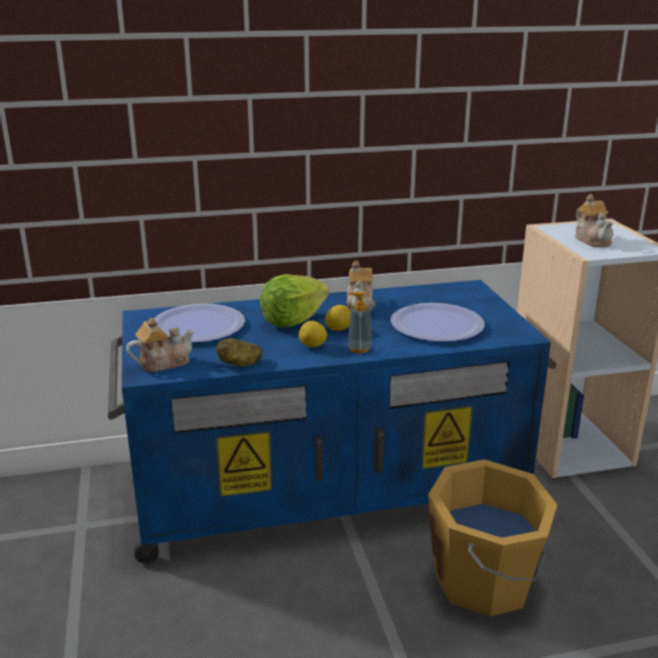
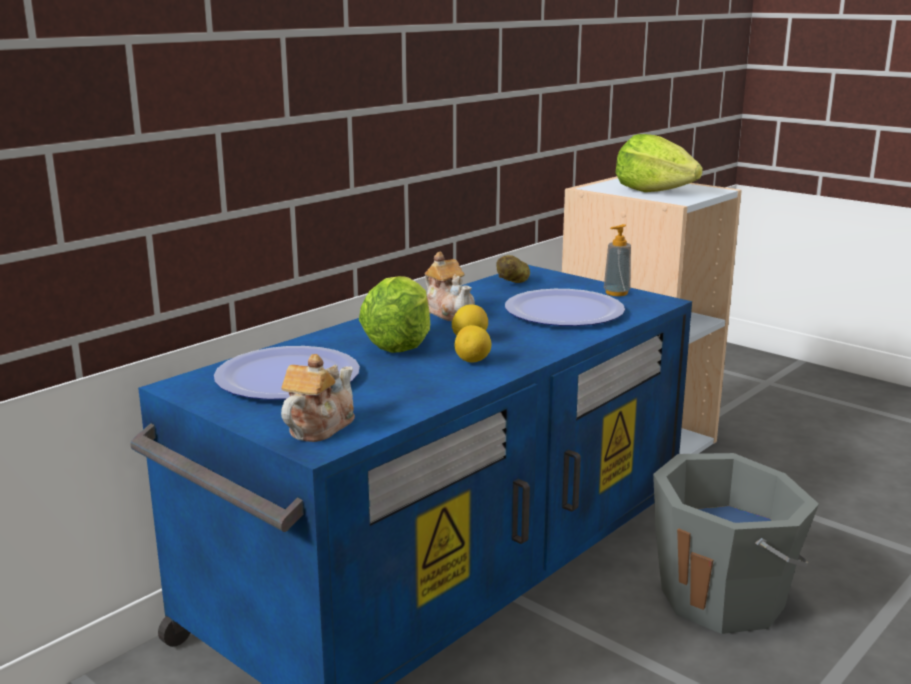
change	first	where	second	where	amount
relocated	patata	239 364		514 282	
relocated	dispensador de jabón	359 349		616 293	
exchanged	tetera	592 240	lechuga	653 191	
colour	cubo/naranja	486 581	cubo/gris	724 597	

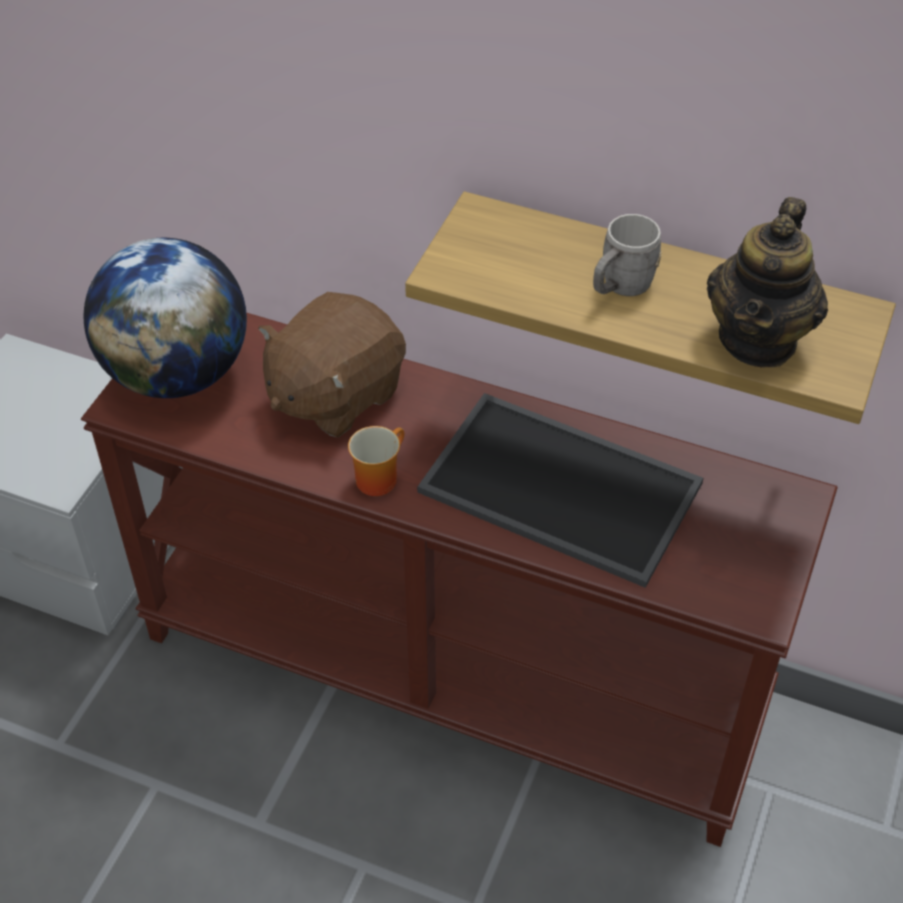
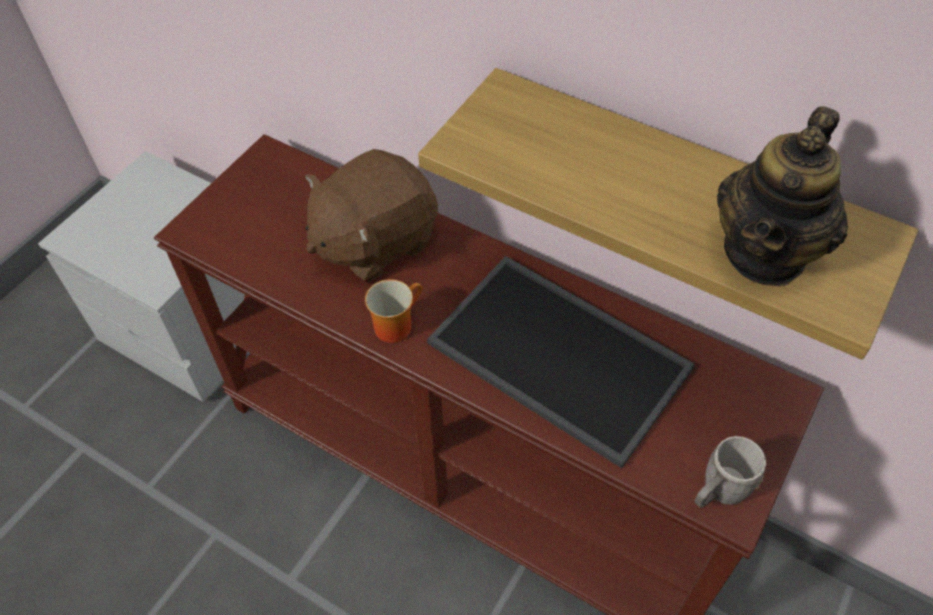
change	first	where	second	where	amount
missing	globo terráqueo	177 373			
relocated	taza grande/gris	620 287		718 492	

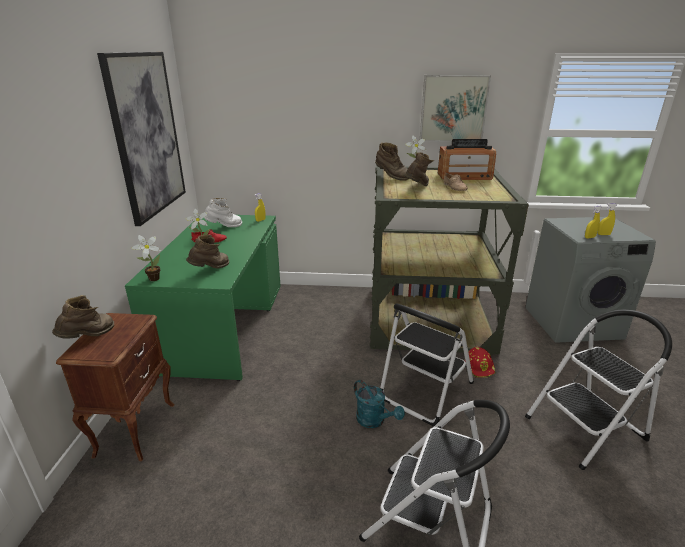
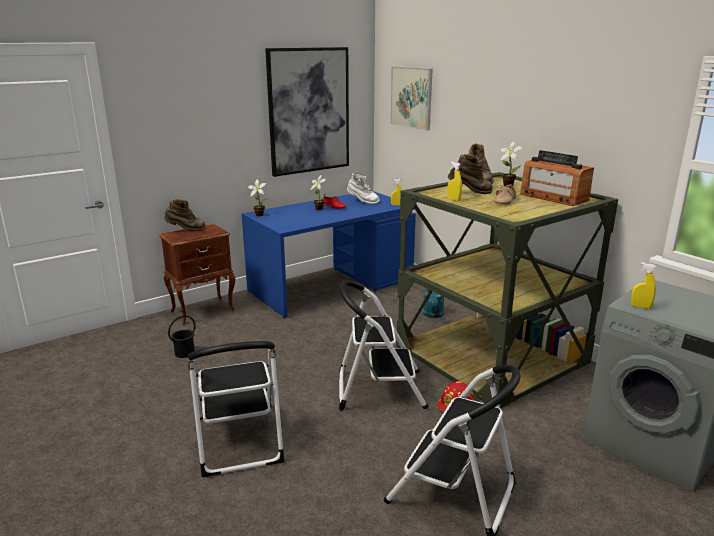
change	first	where	second	where	amount
missing	bota/marrón	211 269			
appeared			cubo/negro	184 353	
relocated	regadera/turquesa	374 421		433 315	
relocated	cuadro	453 109		411 97	
relocated	pulverizador/amarillo	603 234		453 200	
colour	escritorio/verde	223 325	escritorio/azul	331 285	

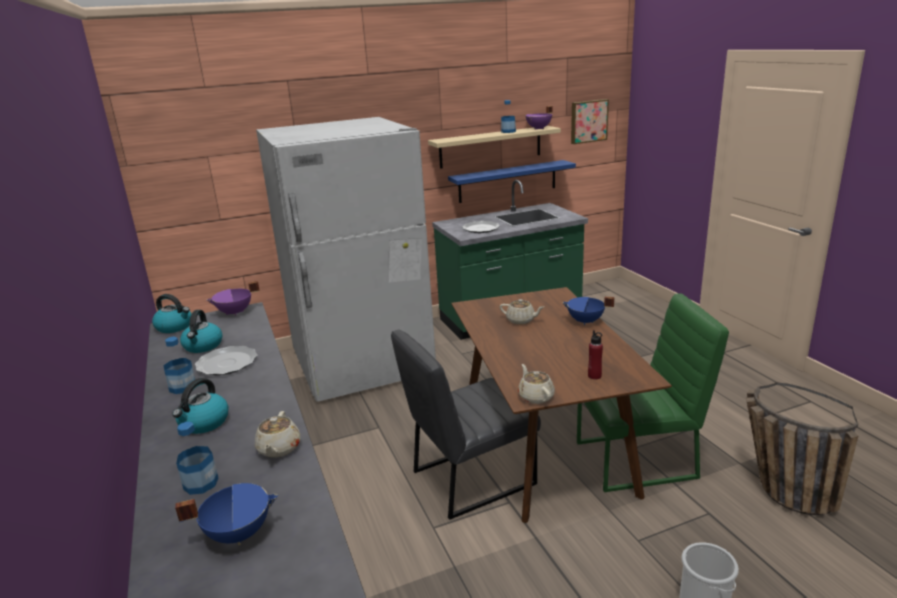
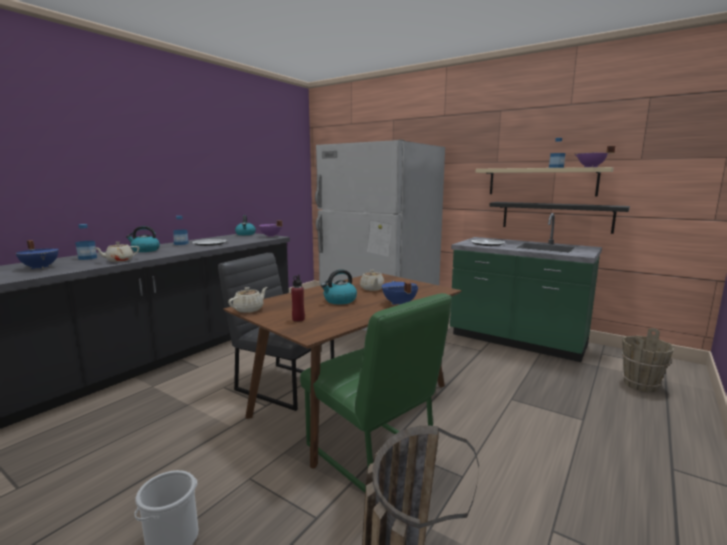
change	first	where	second	where	amount
missing	cuadro	588 121			
appeared			cubo/marrón	641 385	
relocated	hervidor	203 346		339 300	
colour	estante/azul	507 181	estante/negro	556 216	

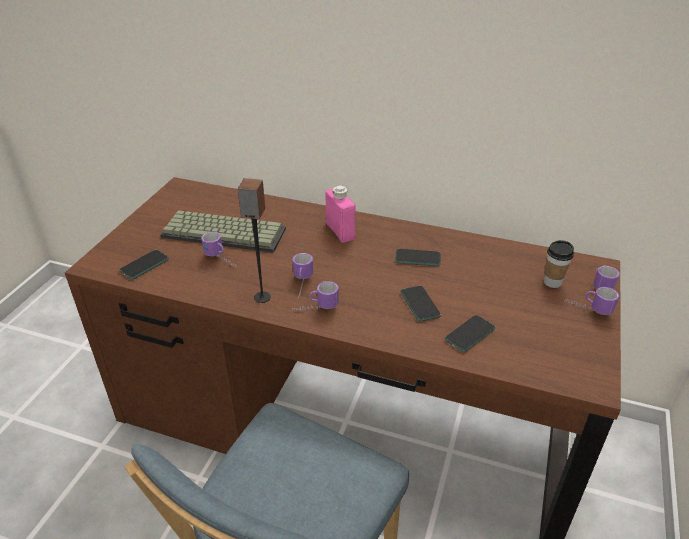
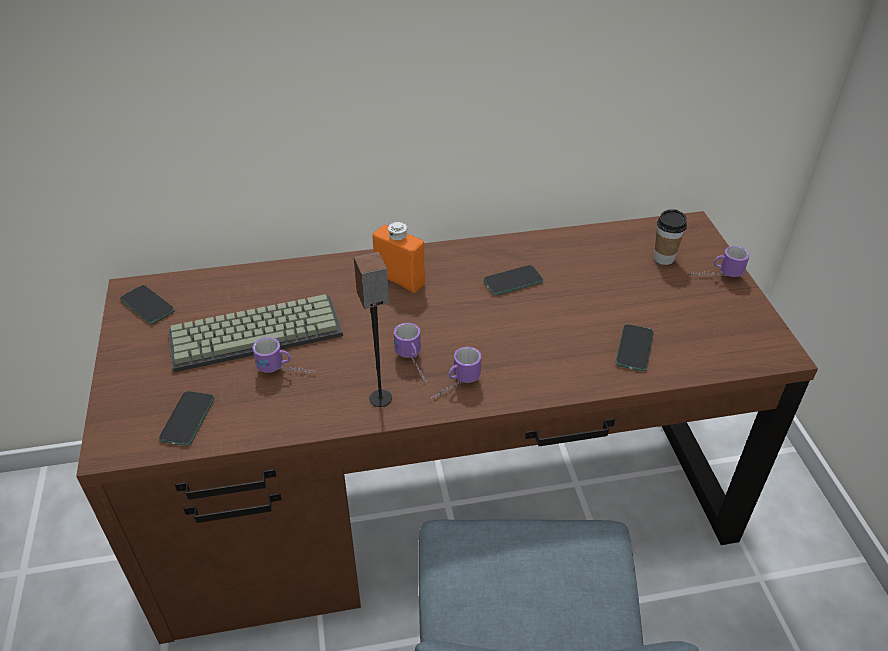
change	first	where	second	where	amount
missing	taza grande	600 283			
relocated	móvil	420 304		147 305	
colour	botella/rosa	340 231	botella/naranja	399 279	

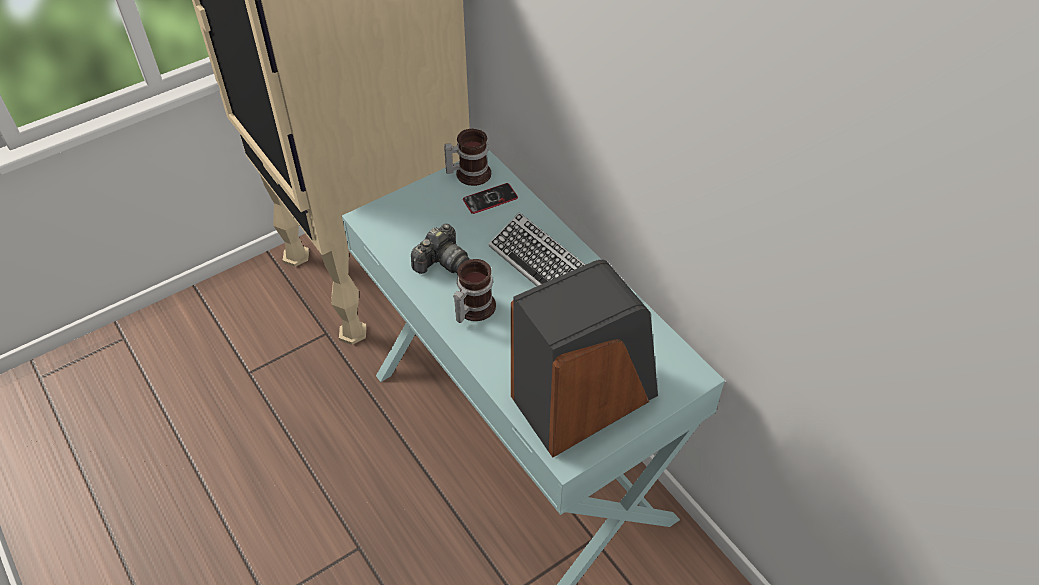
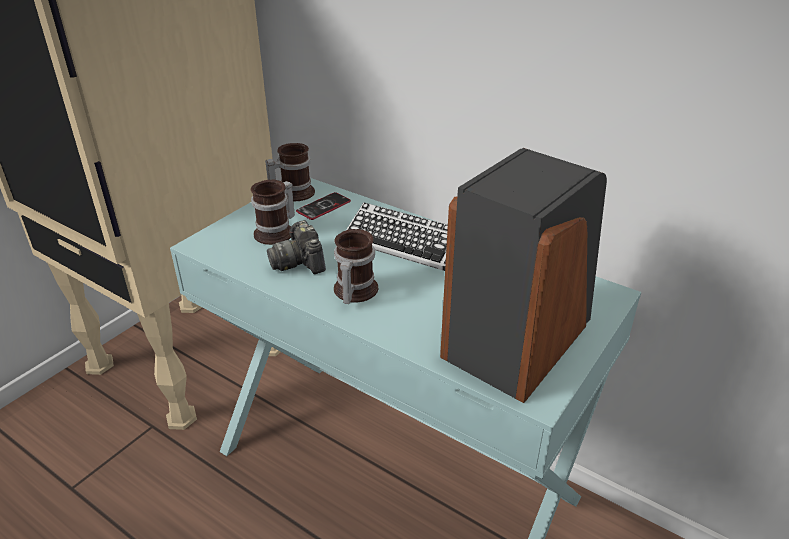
change	first	where	second	where	amount
appeared			taza grande	278 232	
spun	cámara	442 262		299 262	135 degrees clockwise

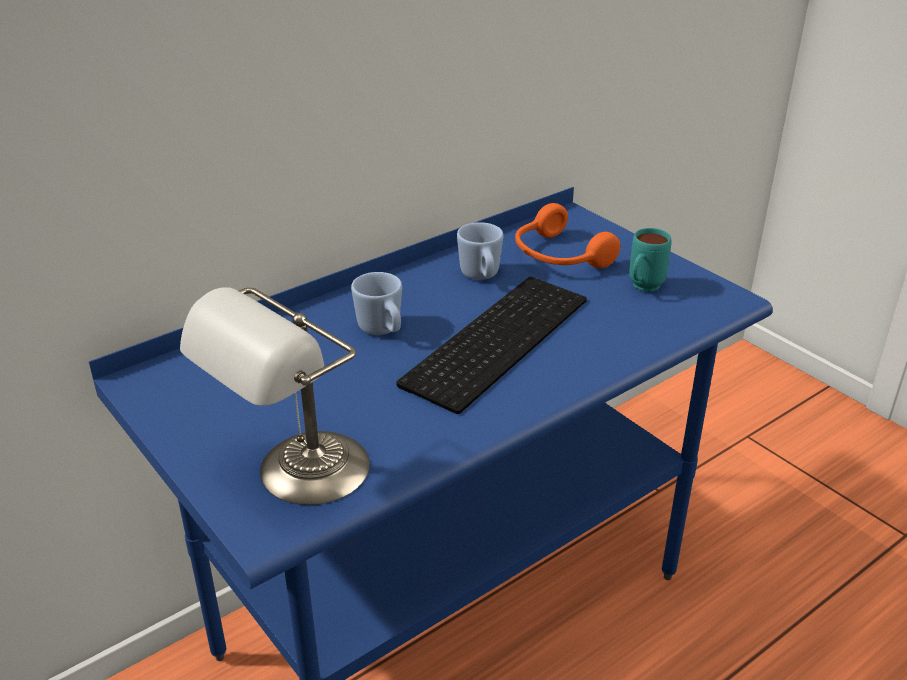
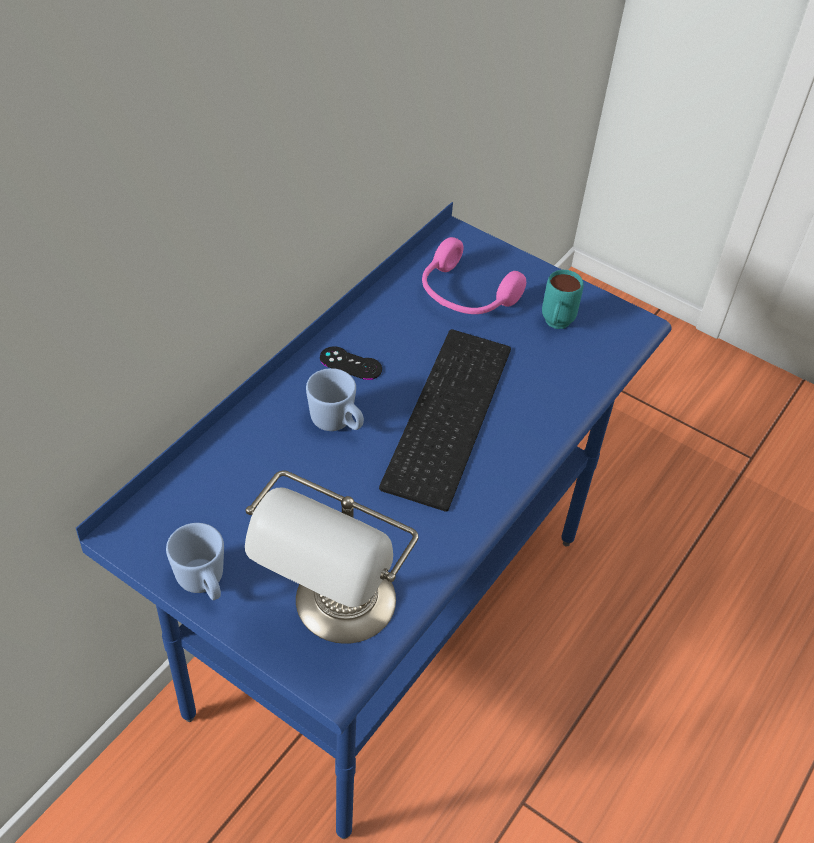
change	first	where	second	where	amount
appeared			mando de consola/negro	350 363	
relocated	taza grande/azul	481 277		204 584	
colour	auriculares/naranja	558 257	auriculares/rosa	464 295	

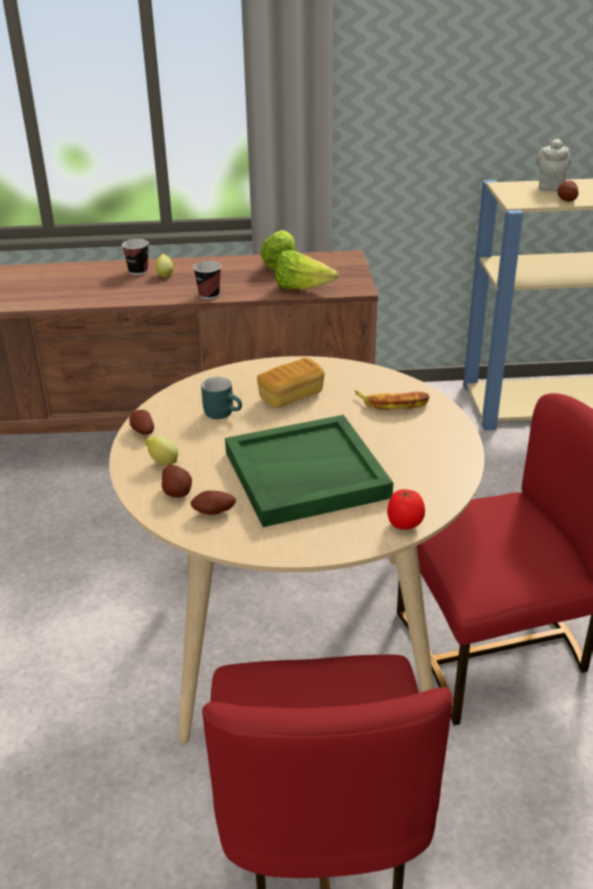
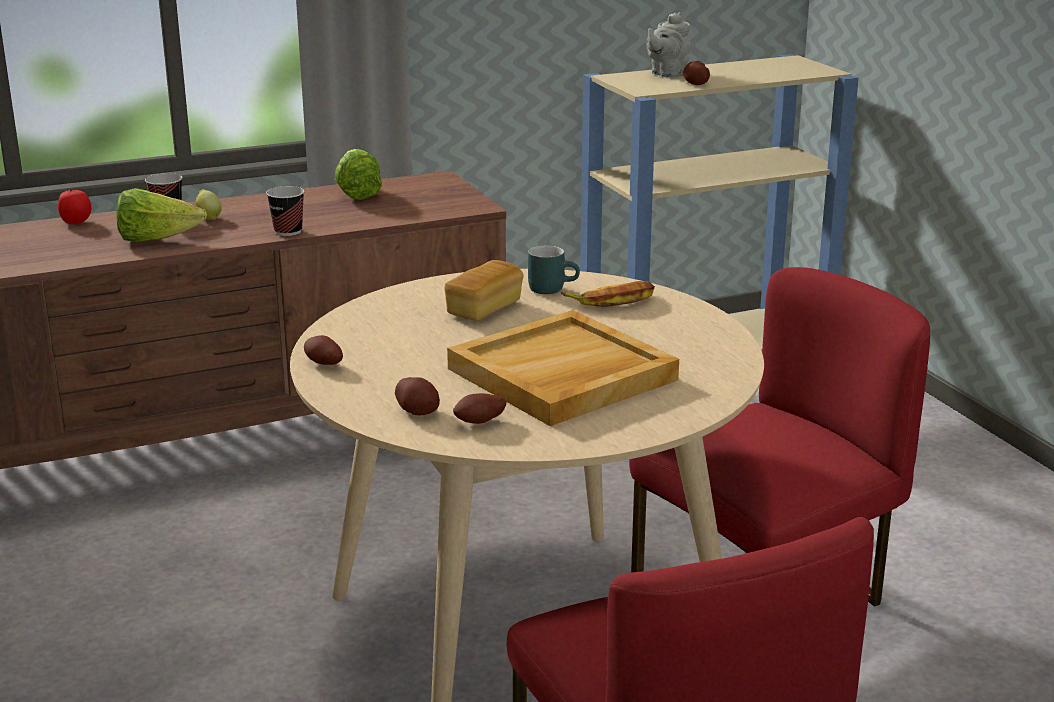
change	first	where	second	where	amount
missing	limón	163 463			
relocated	taza grande/turquesa	223 413		552 288	
relocated	lechuga	301 288		156 240	
relocated	tomate	405 525		76 222	
colour	bandeja/verde	305 475	bandeja/beis	561 375	
spun	tetera/gris	550 186		667 73	135 degrees counterclockwise

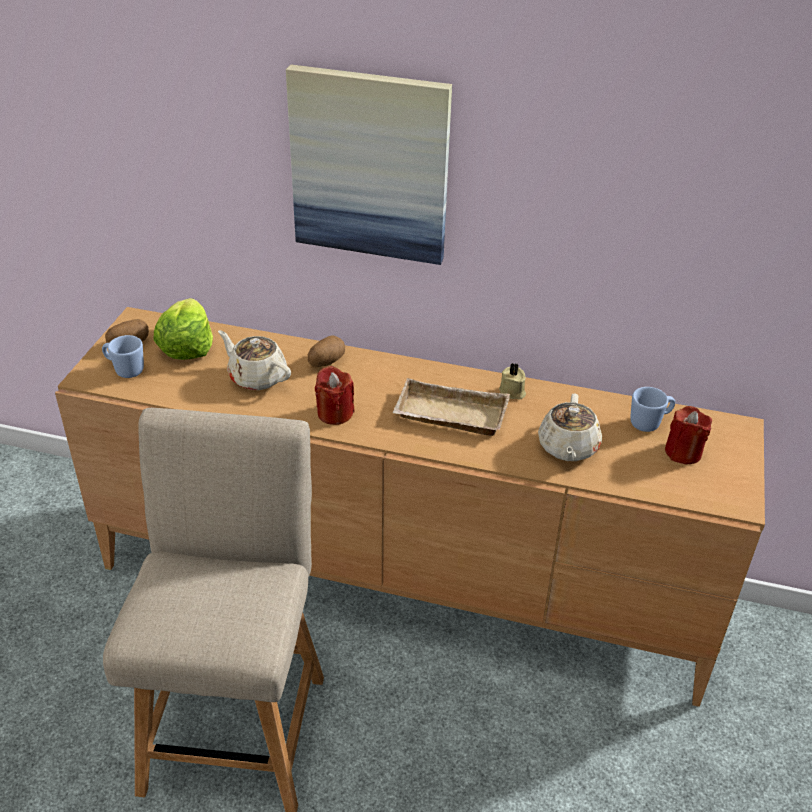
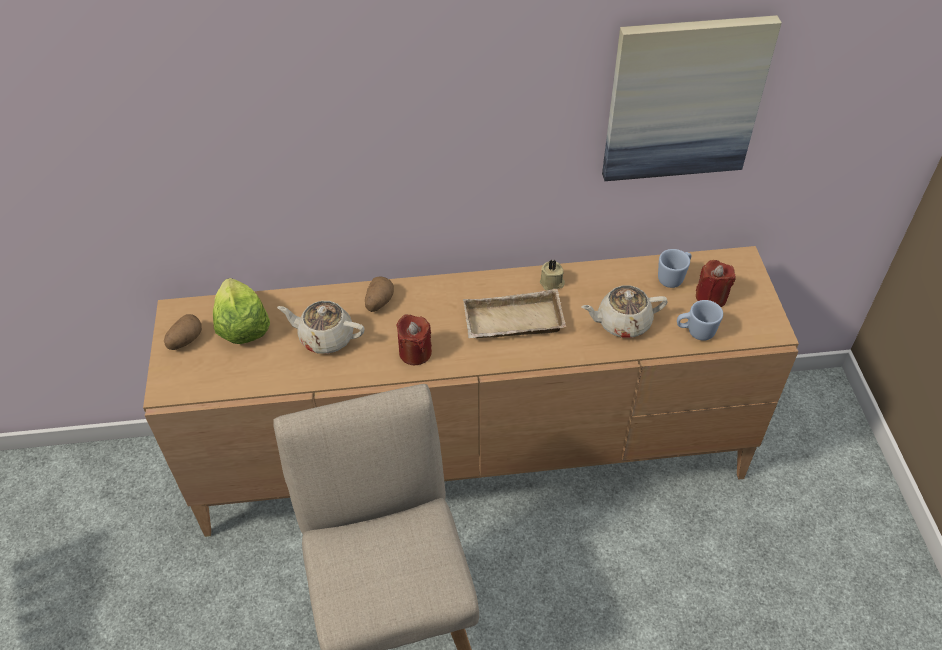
change	first	where	second	where	amount
relocated	taza grande/azul	125 370		695 332	
relocated	cuadro	370 165		683 99	
spun	tetera/beis	567 448		622 323	90 degrees clockwise

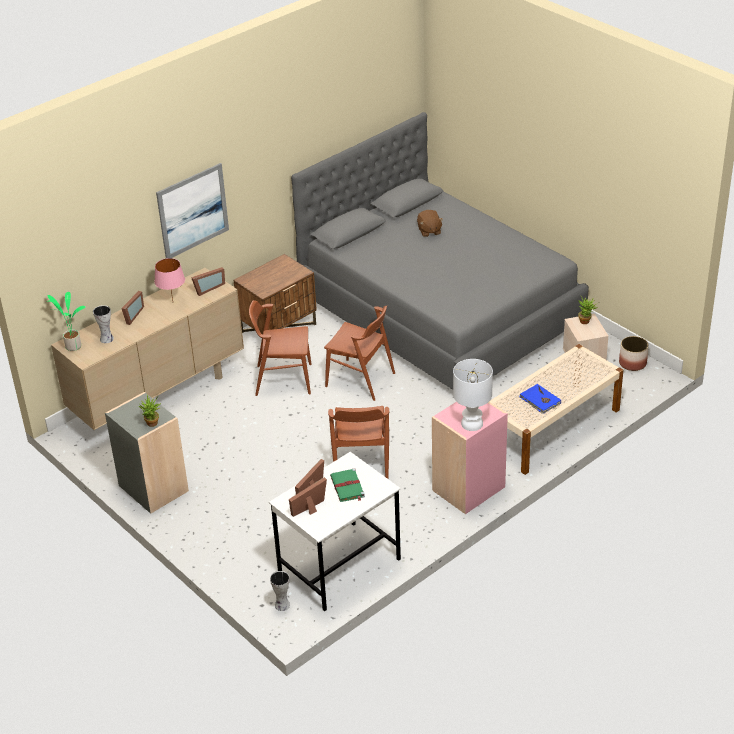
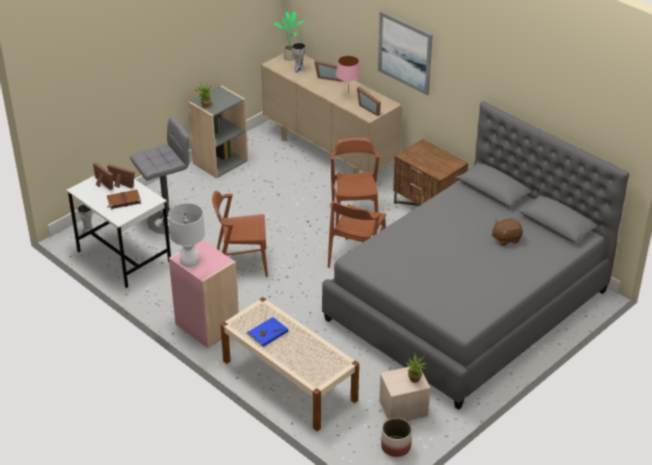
change	first	where	second	where	amount
appeared			taburete/gris	168 221	
colour	libro/verde	347 487	libro/marrón	123 200	

